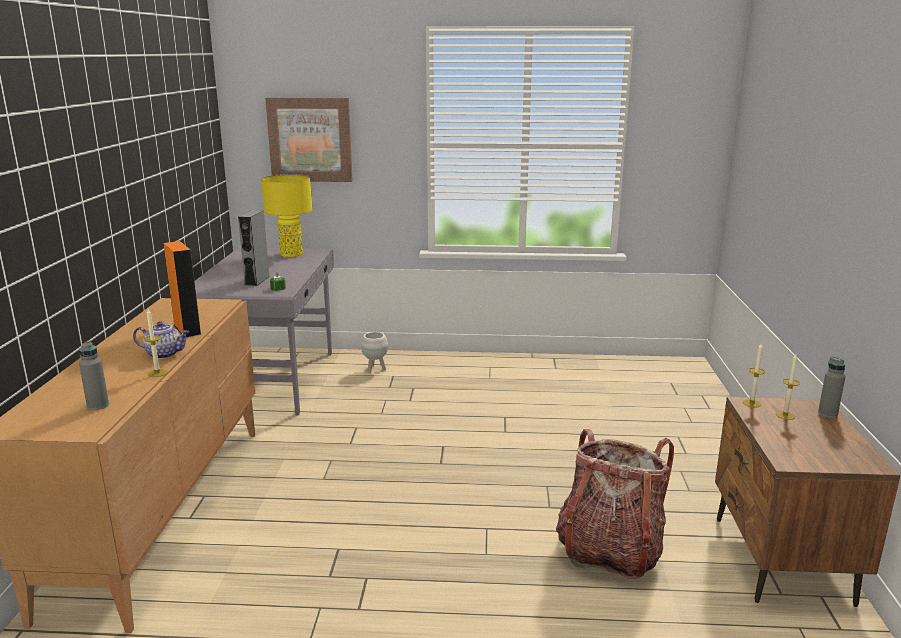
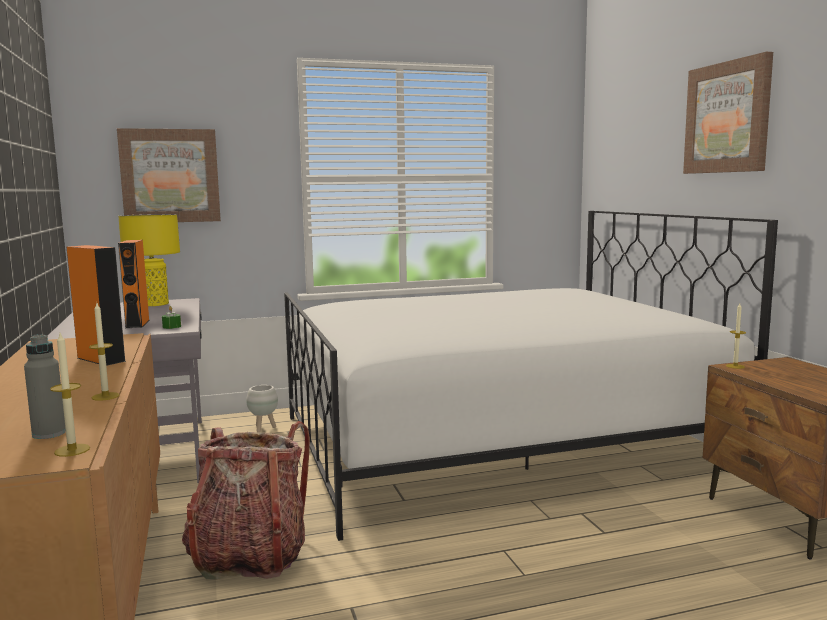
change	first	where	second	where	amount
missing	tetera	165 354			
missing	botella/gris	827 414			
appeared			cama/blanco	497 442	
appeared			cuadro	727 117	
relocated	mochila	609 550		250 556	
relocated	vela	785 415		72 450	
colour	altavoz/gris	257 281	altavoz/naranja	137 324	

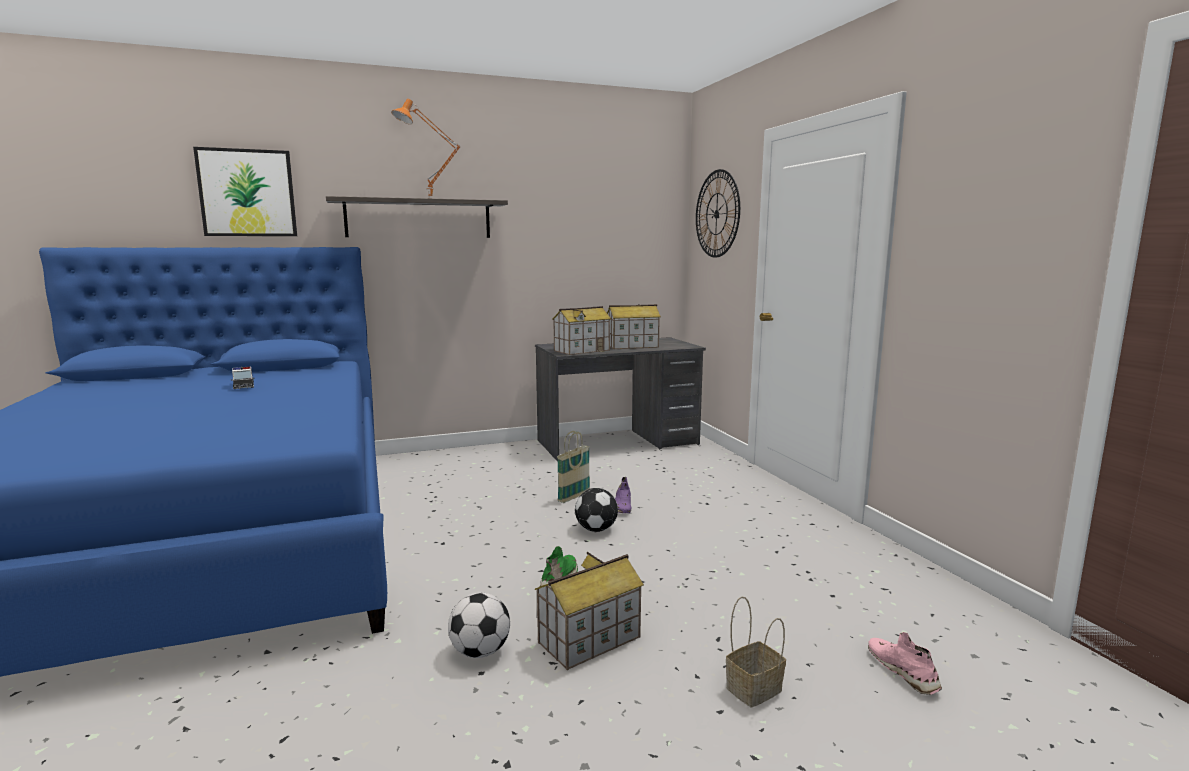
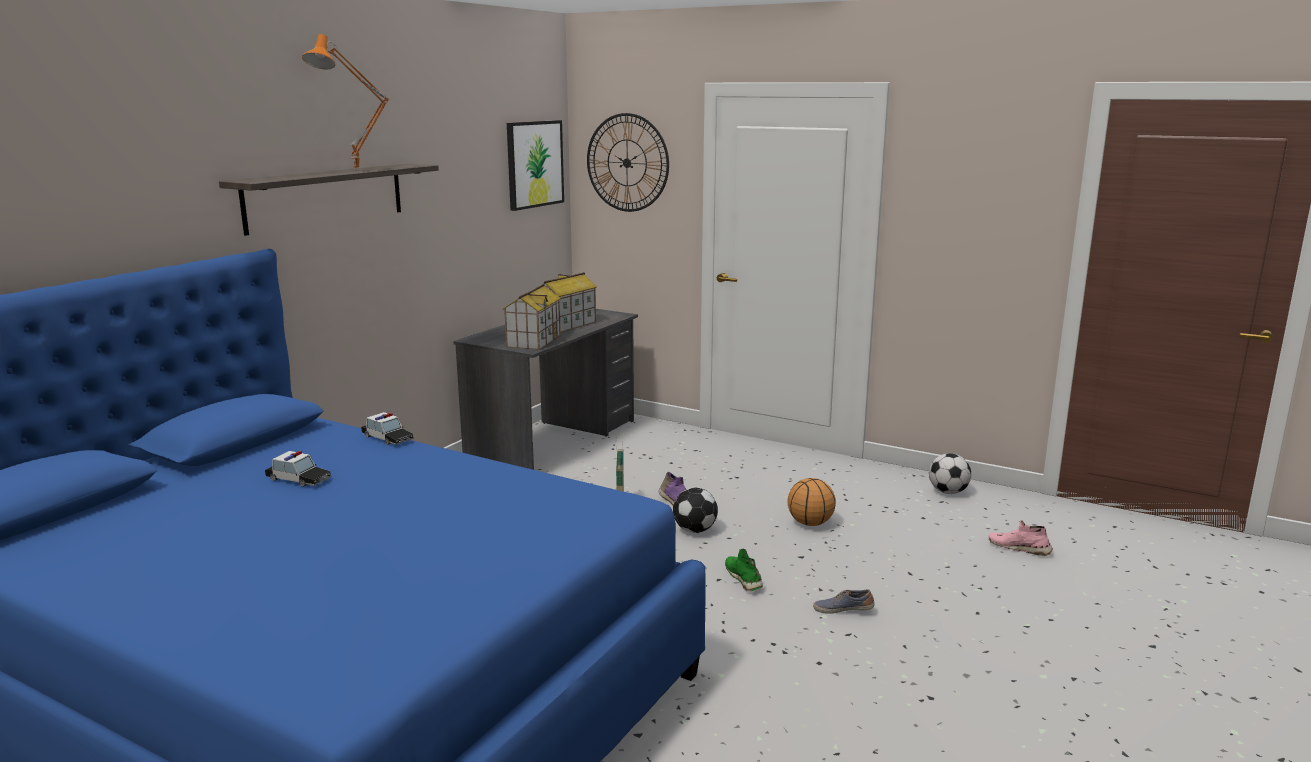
change	first	where	second	where	amount
missing	cesta	754 688			
appeared			coche de juguete	387 438	
appeared			balón de baloncesto	811 523	
relocated	cuadro	247 193		534 164	
relocated	balón de fútbol	480 652		948 492	
exchanged	casita	589 640	zapato	843 610	

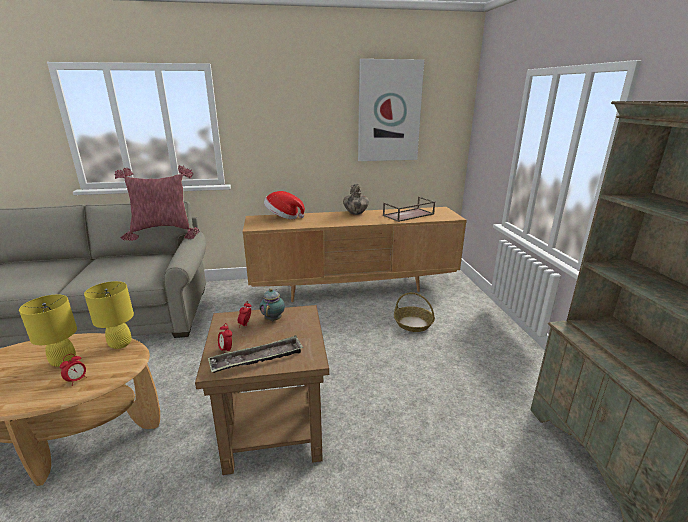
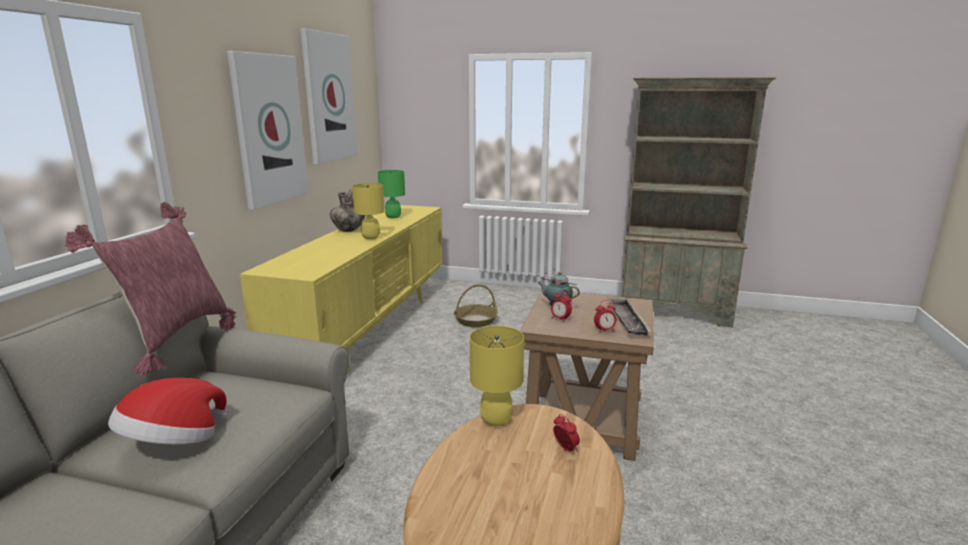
change	first	where	second	where	amount
appeared			cuadro	268 130	
relocated	lámpara de mesa/amarillo	63 362		370 238	
relocated	sombrero	283 217		174 444	
exchanged	bandeja/marrón	408 215	lámpara de mesa/verde	393 217	
colour	armario/marrón	354 288	armario/amarillo	368 329	

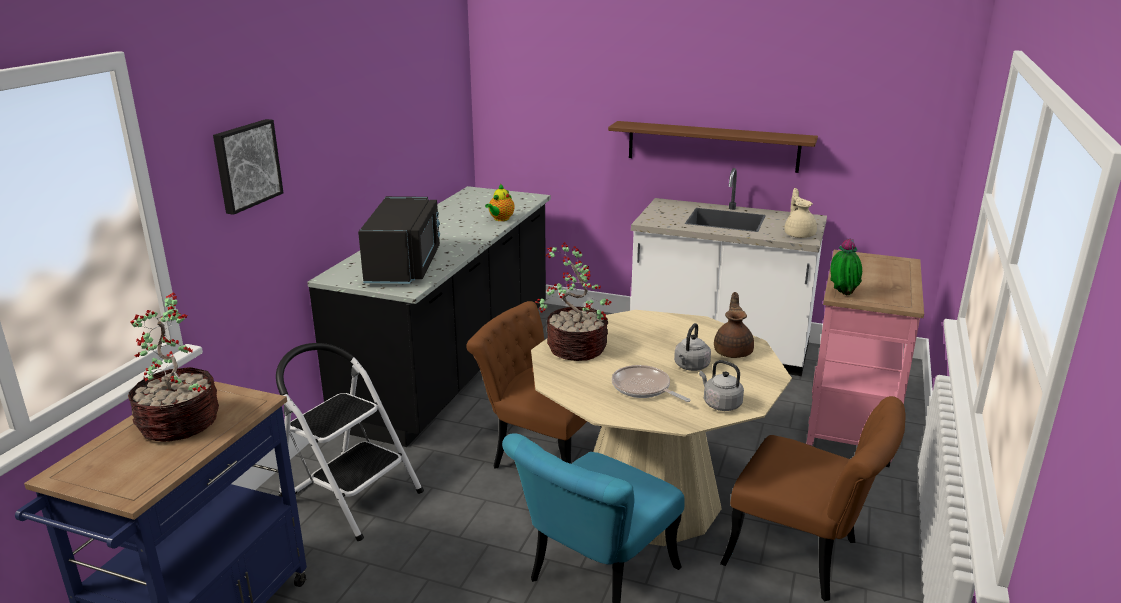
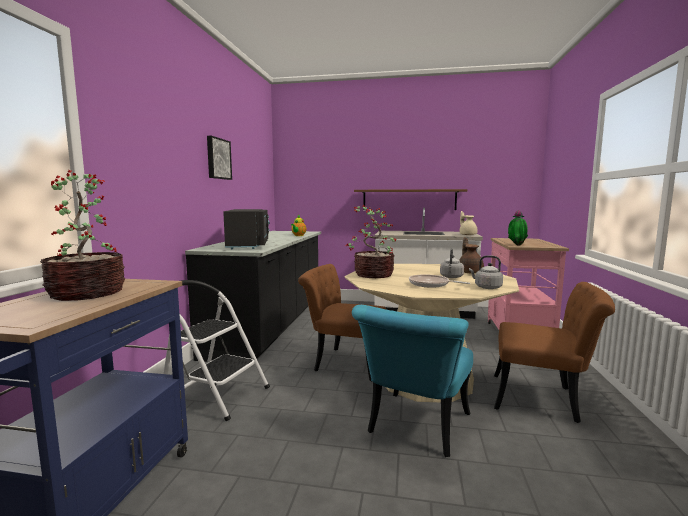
change	first	where	second	where	amount
relocated	cuadro	246 165		218 158	

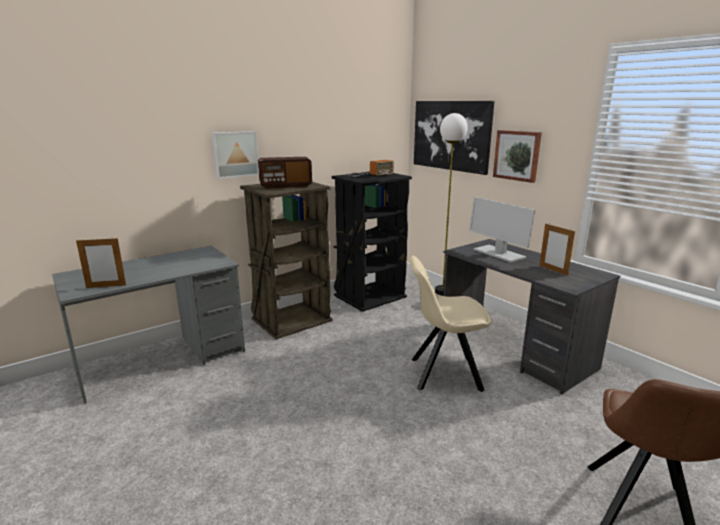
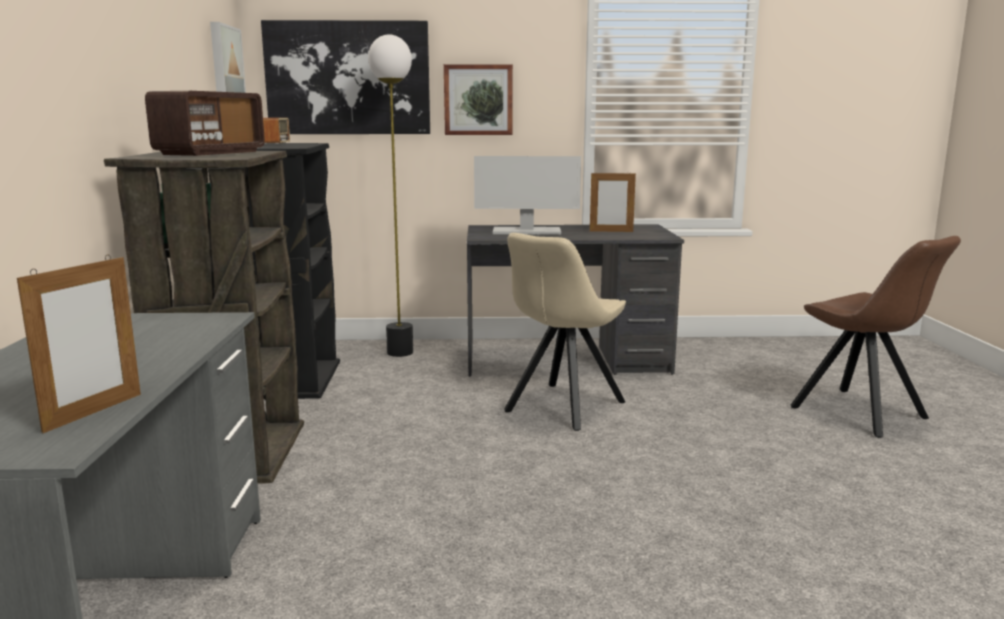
change	first	where	second	where	amount
relocated	cuadro	235 154		224 61	

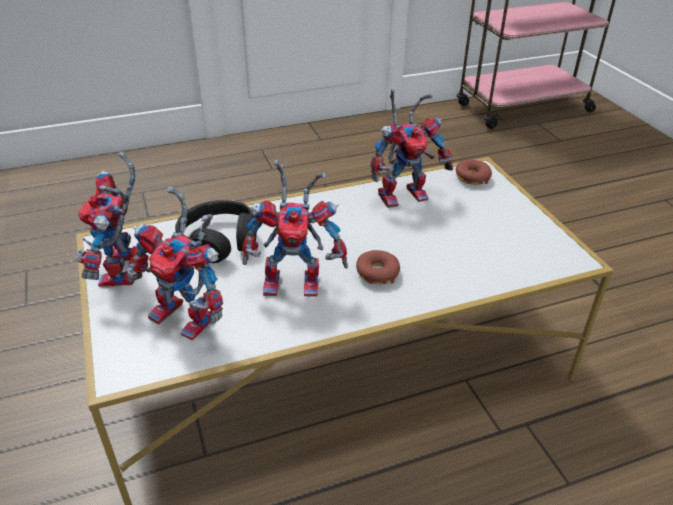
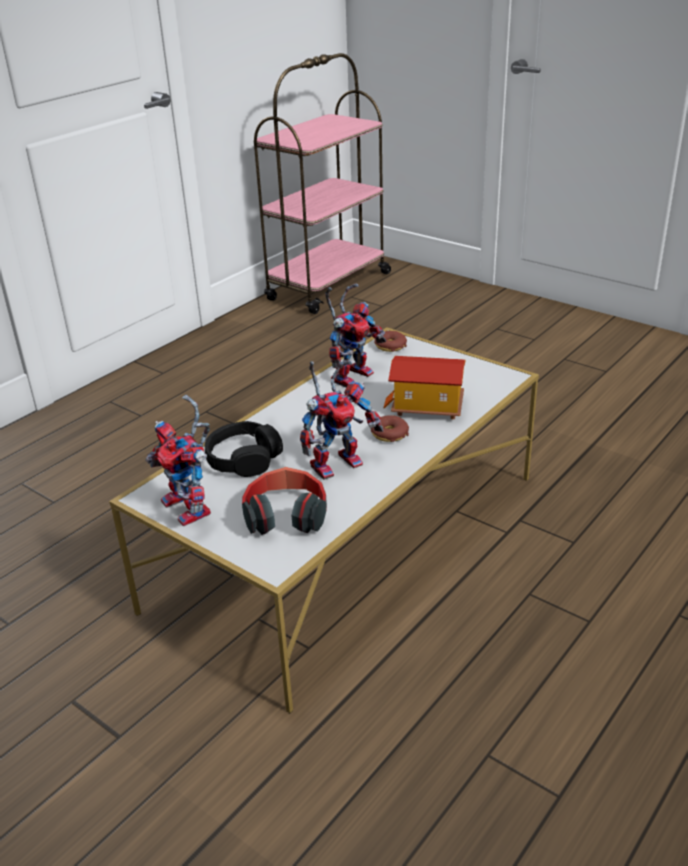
change	first	where	second	where	amount
appeared			casita	426 408	
exchanged	robot de juguete	190 318	auriculares	286 515	

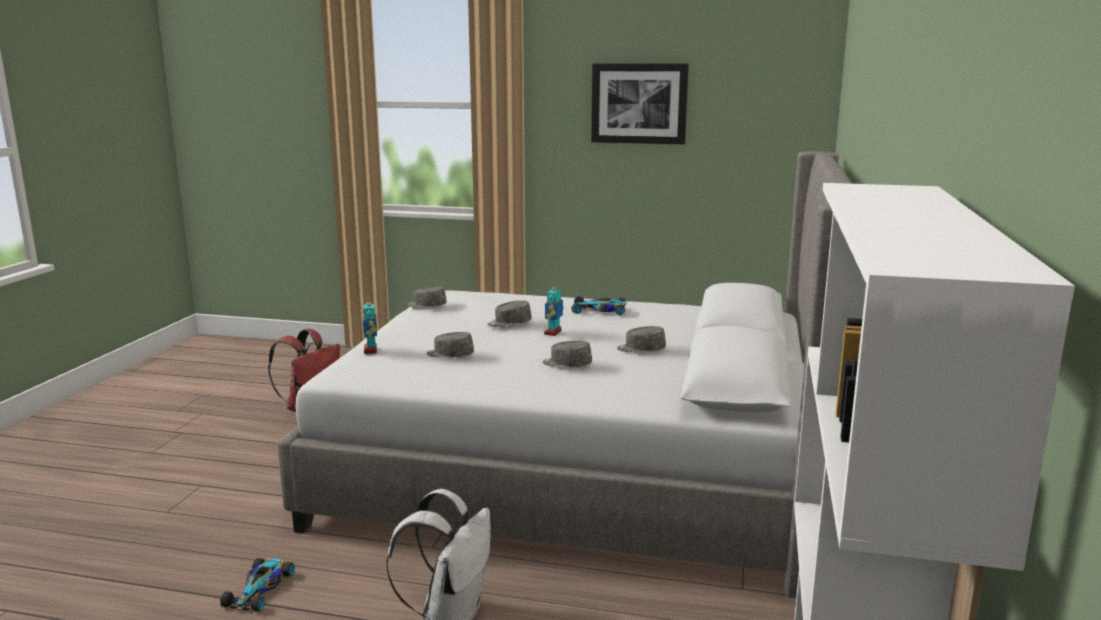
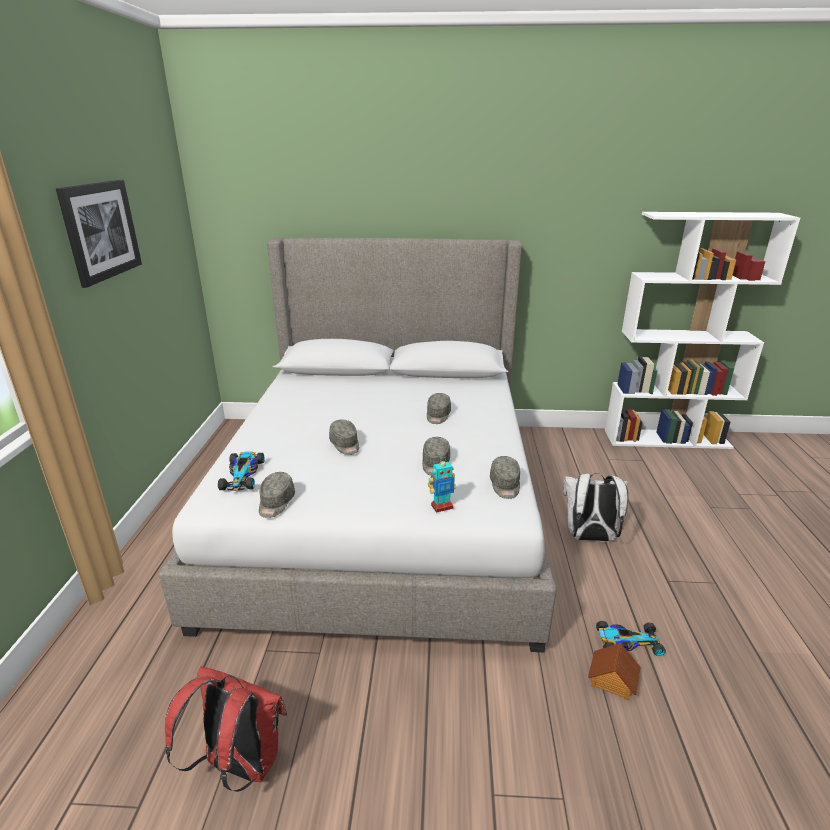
change	first	where	second	where	amount
missing	robot de juguete	553 333			
appeared			casita	611 680	
relocated	coche de juguete	600 310		243 474	
relocated	gorra/gris	641 349		505 485	

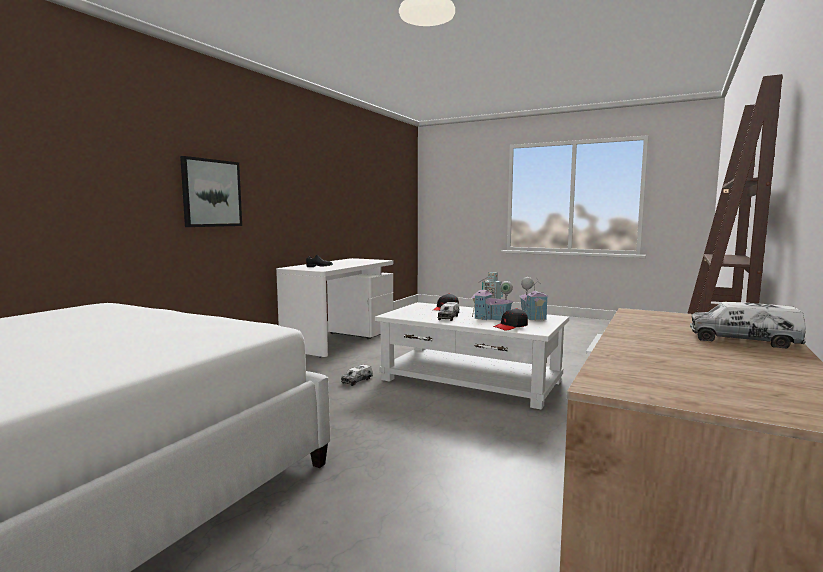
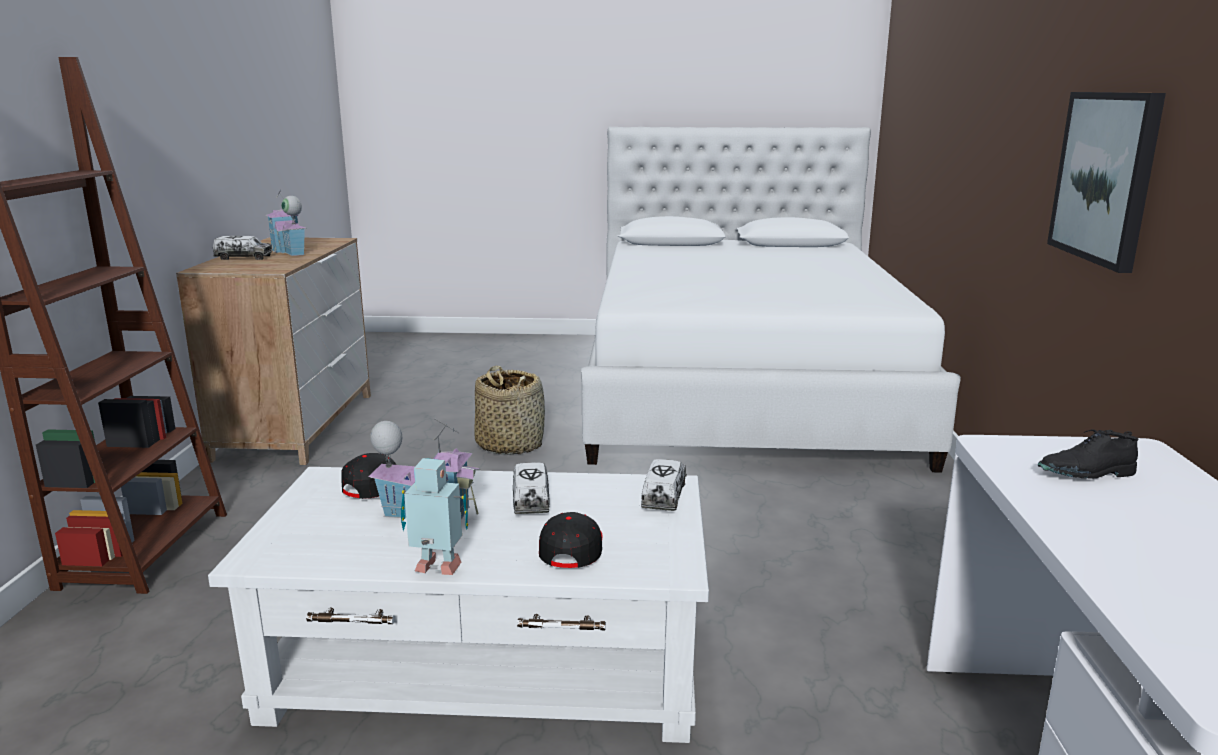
change	first	where	second	where	amount
appeared			cesta	510 444	
relocated	camión de juguete	357 381		664 496	
relocated	casita	532 316		289 251	

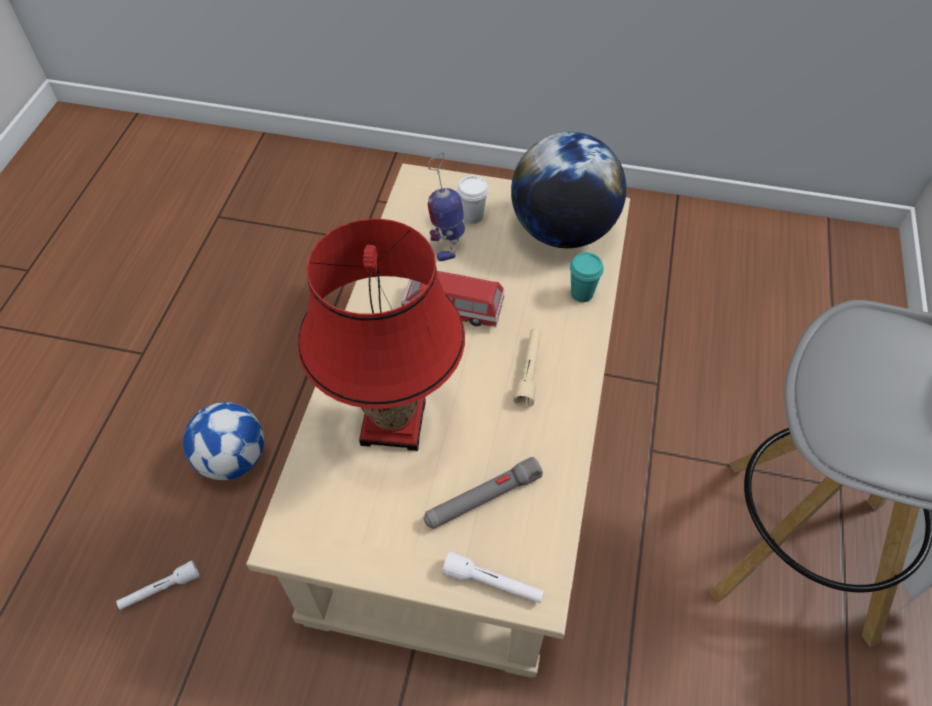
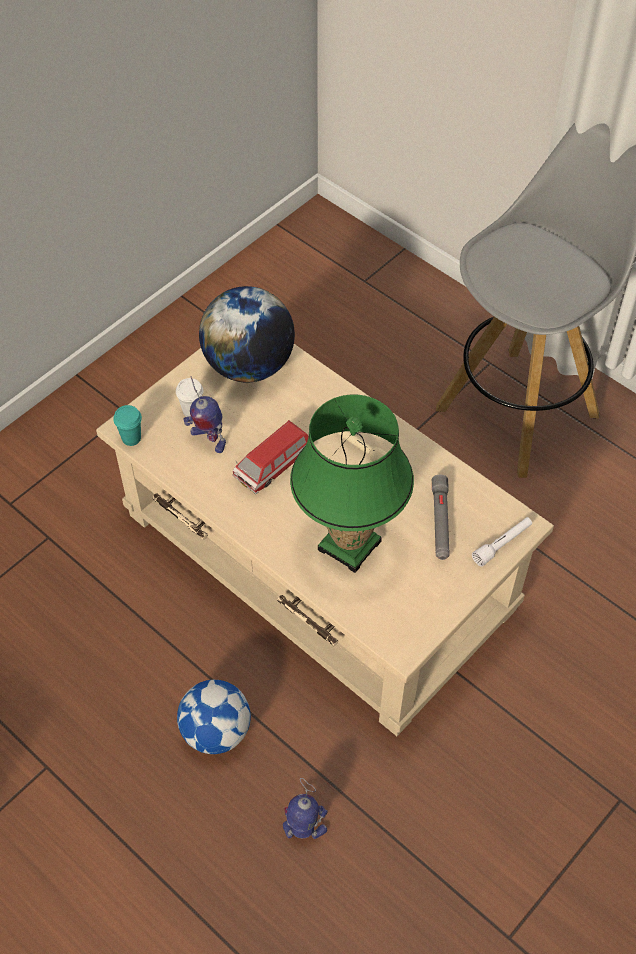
change	first	where	second	where	amount
relocated	taza/turquesa	582 293		131 438	
exchanged	linterna/blanco	160 589	robot de juguete	305 830	
colour	lámpara de mesa/rojo	393 423	lámpara de mesa/verde	350 545	

